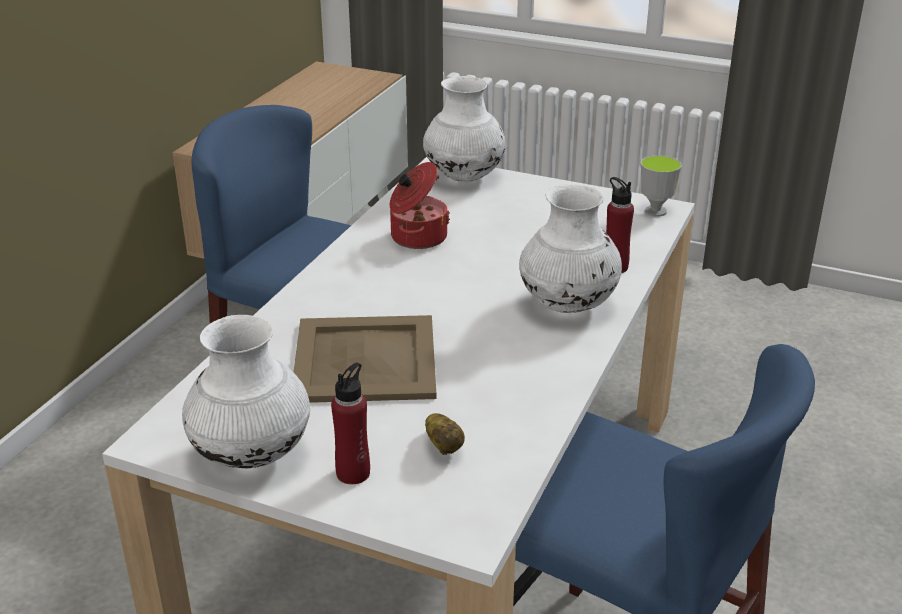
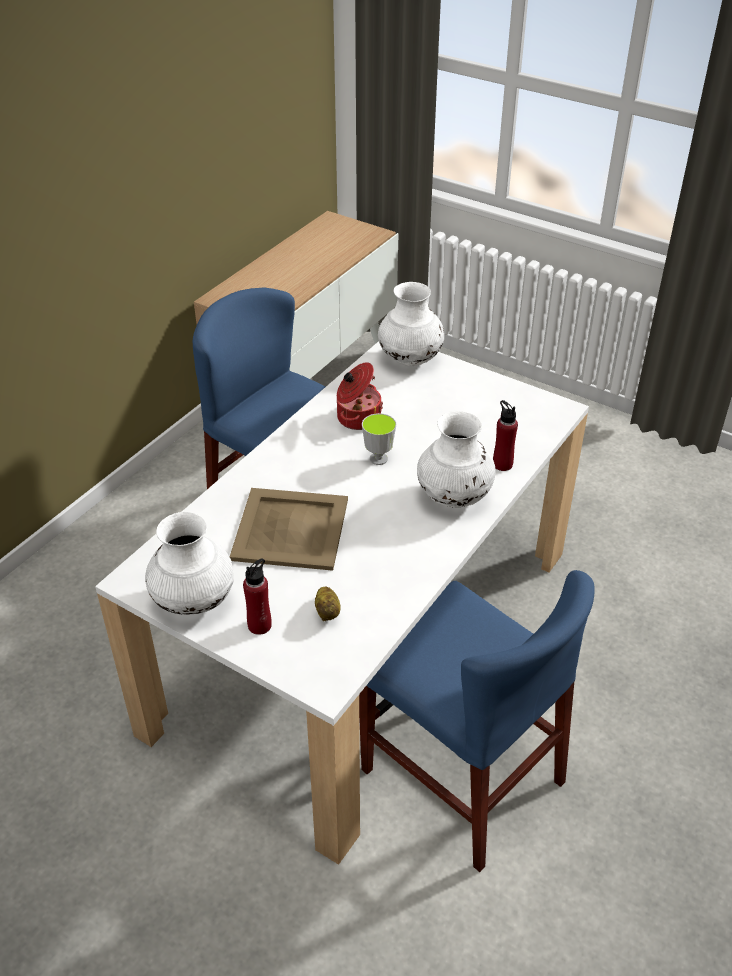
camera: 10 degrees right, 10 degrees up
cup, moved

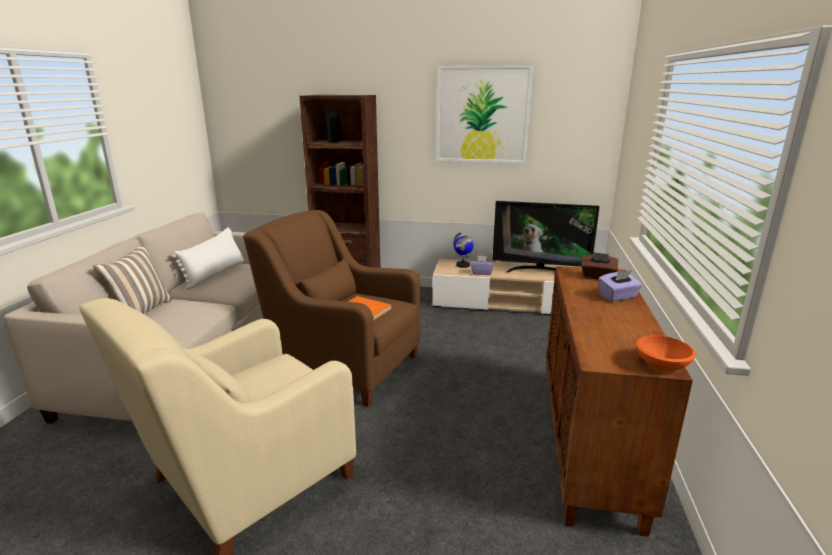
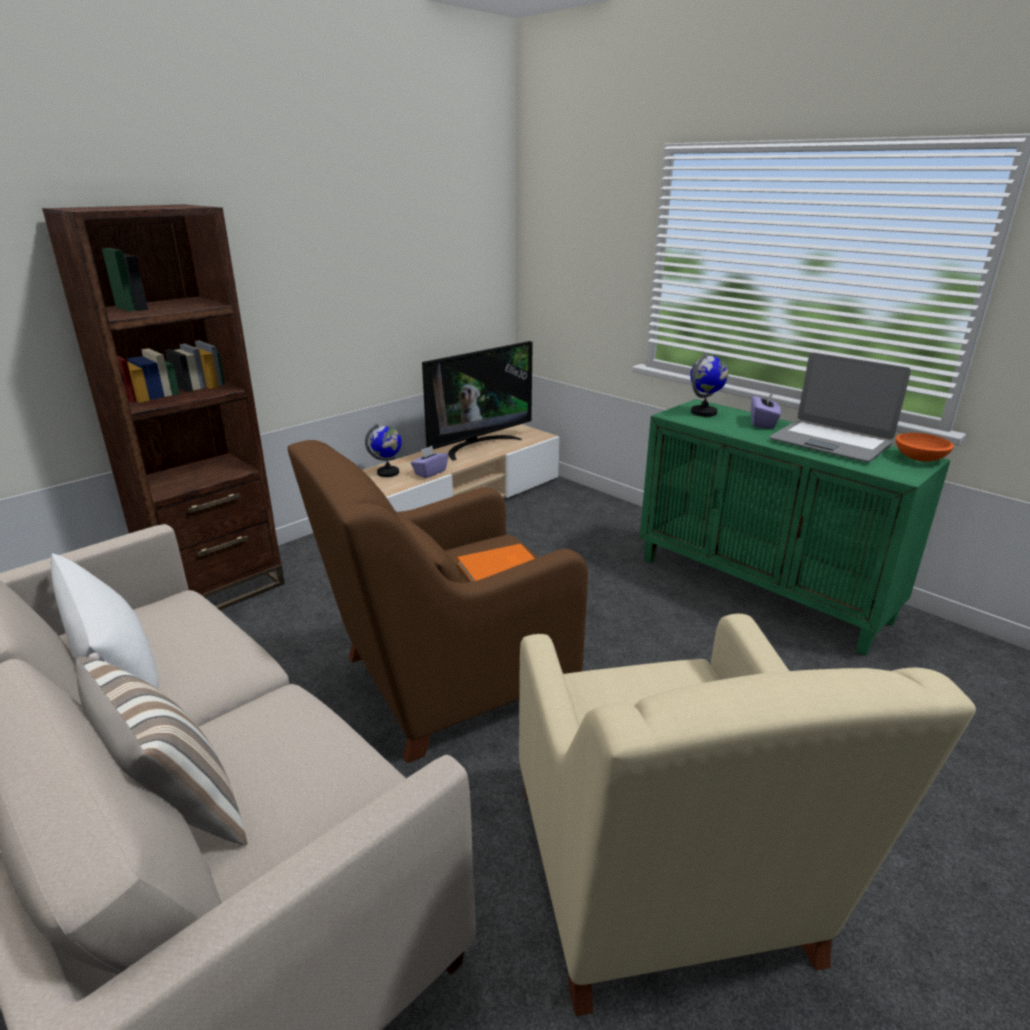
camera: 55 degrees left, 5 degrees up
wall picture -> none
tissue holder (brown-coloured) -> world globe (2nd from left)
cupboard (brown-coloured) -> cupboard (green-coloured)
none -> laptop

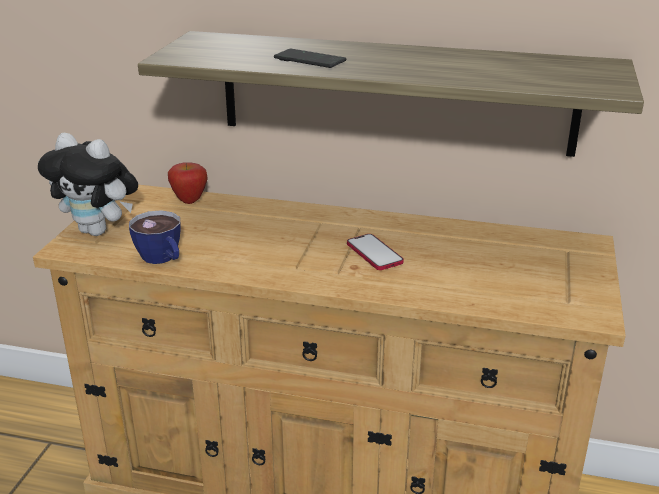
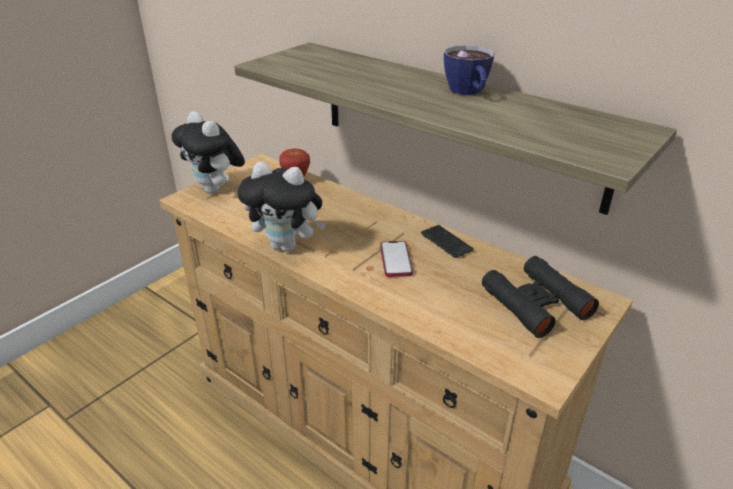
camera: 25 degrees right, 5 degrees up
telephone (1st from left in the first image) -> telephone (2nd from left), moved
cup, moved
none -> plush toy (2nd from left)
none -> field glasses (black)

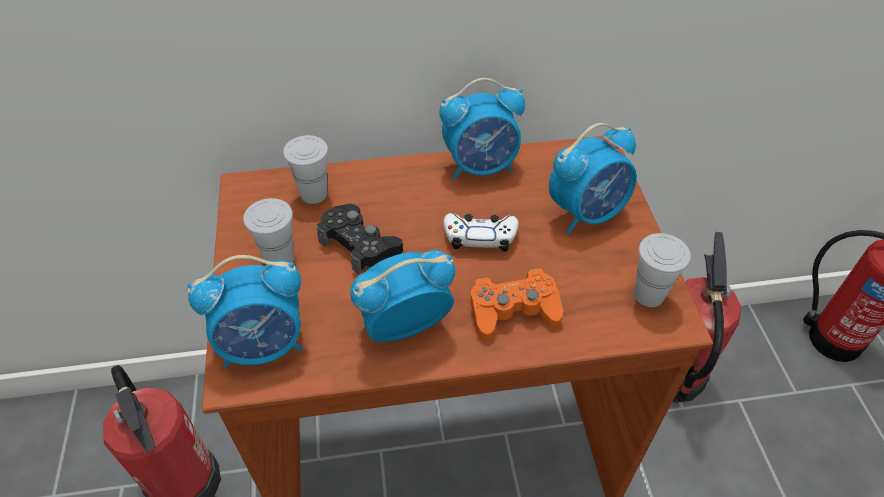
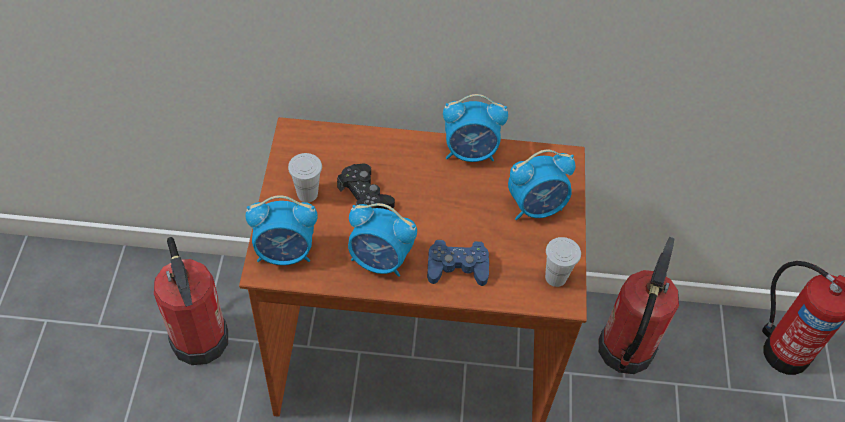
camera: 10 degrees right, 5 degrees up
cup (white-coloured) (2nd from left) -> none
gamepad (white-coloured) -> none
table clock (2nd from left), 150 degrees counterclockwise
gamepad (orange) -> gamepad (bluish)

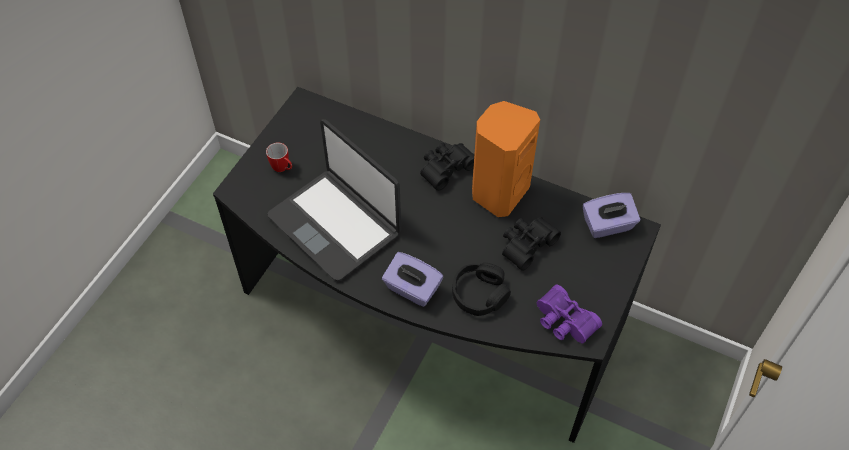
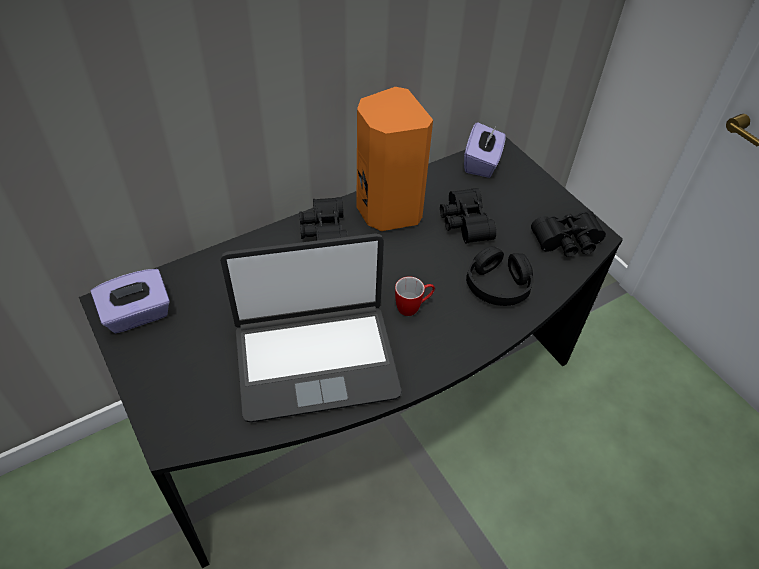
camera: 60 degrees left, 5 degrees down
mug, moved
tissue holder (purple) (1st from left), moved
field glasses (purple) -> field glasses (black) (3rd from left)

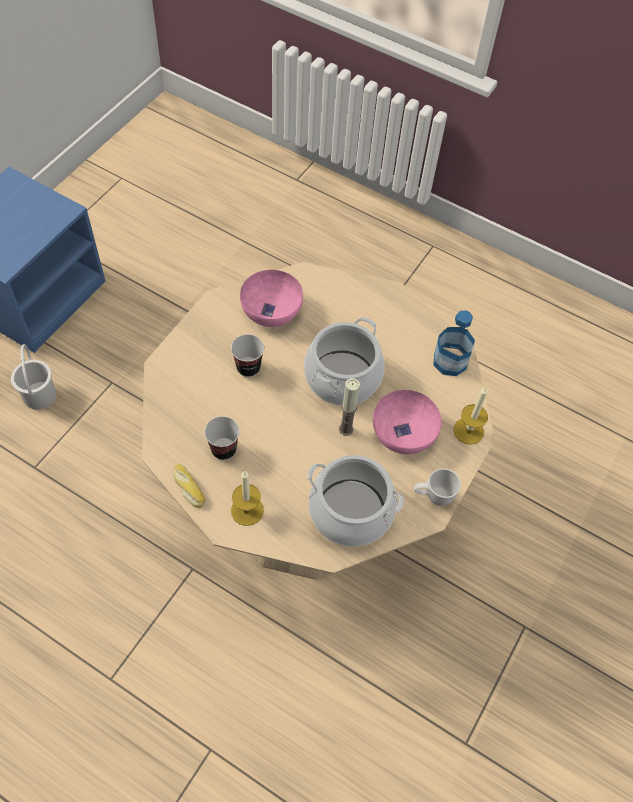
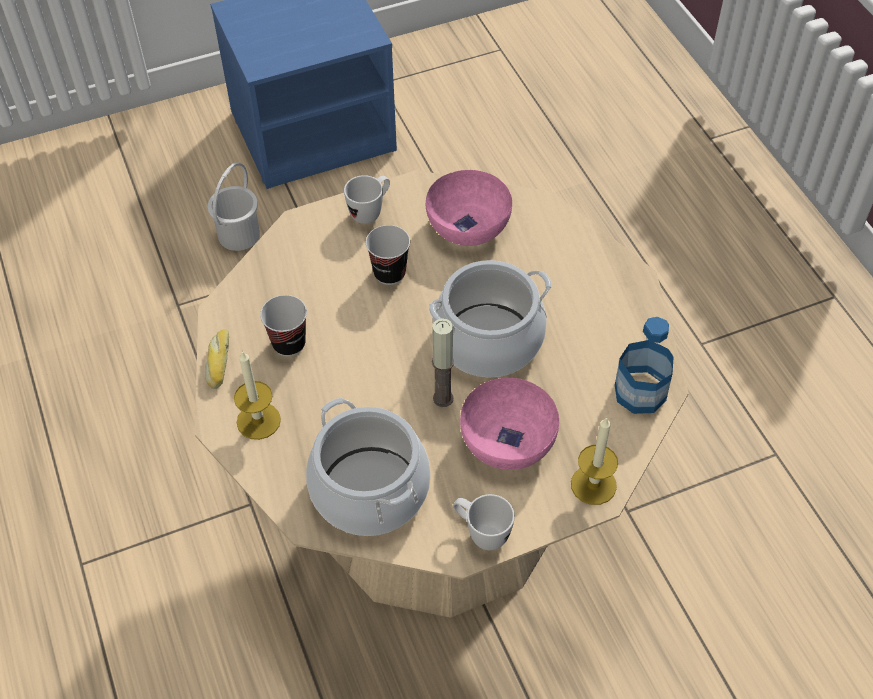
camera: 40 degrees right, 5 degrees down
none -> mug (white-coloured) (1st from left)

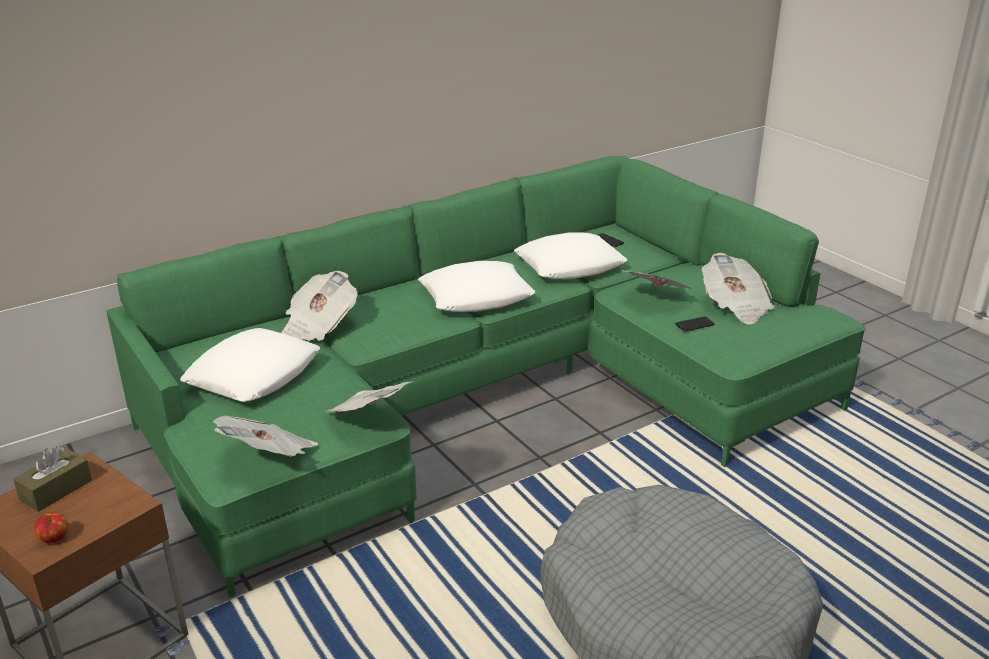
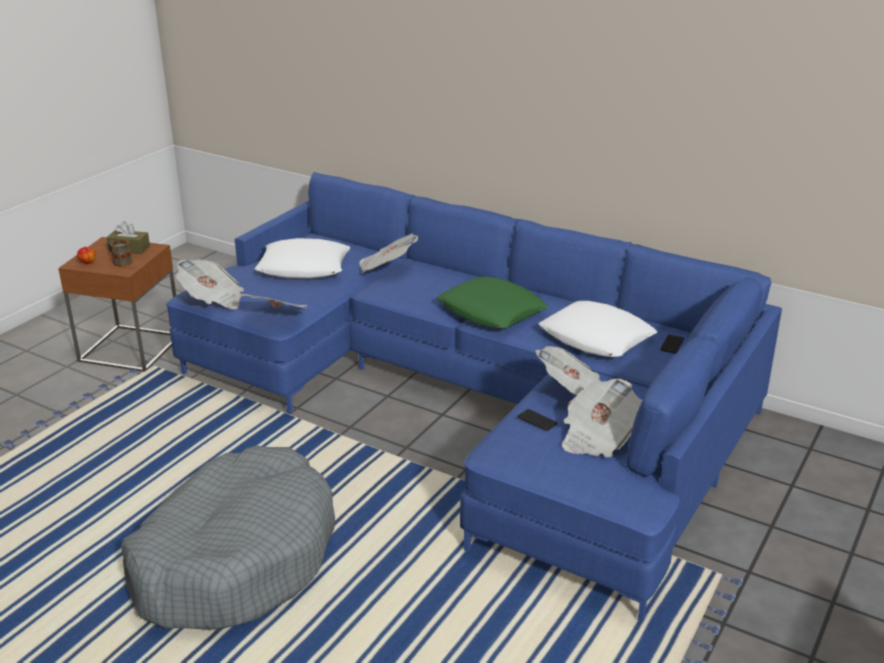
camera: 65 degrees right, 0 degrees up
couch (green-coloured) -> couch (bluish)
throw pillow (white-coloured) (2nd from left) -> throw pillow (green-coloured)
none -> mug

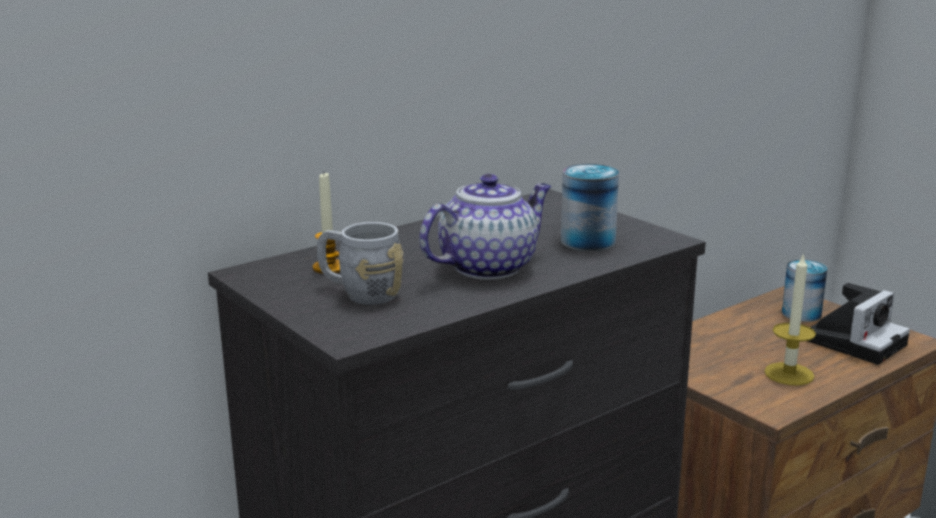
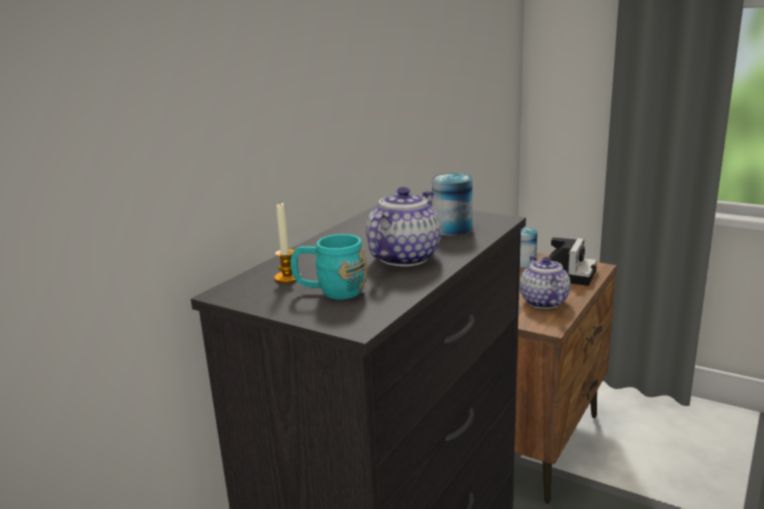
camera: 20 degrees left, 0 degrees up
mug (greyish) -> mug (blue-green)
wax light (2nd from left) -> pot for tea (2nd from left)

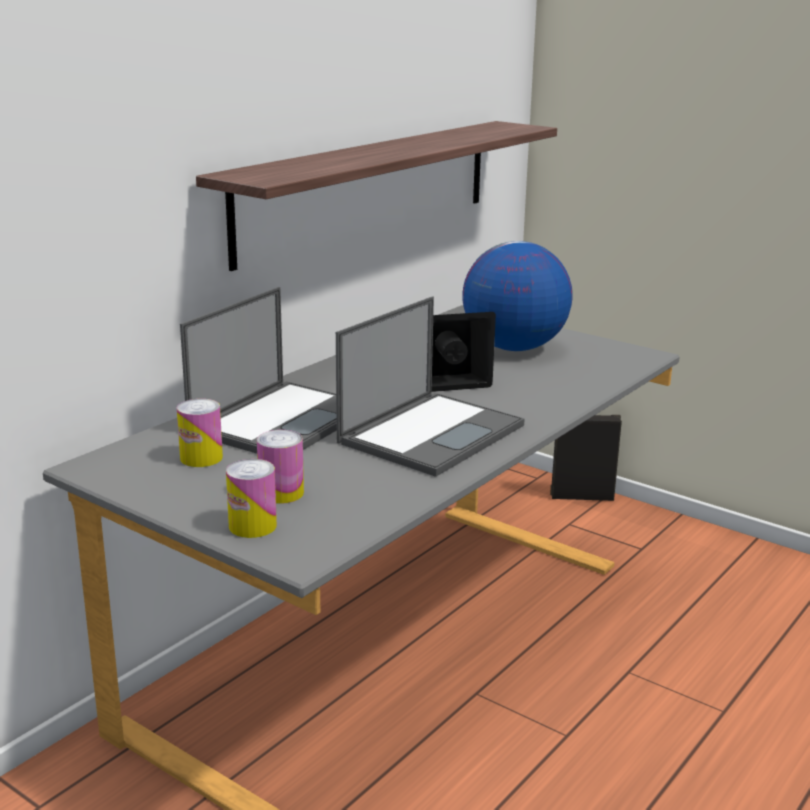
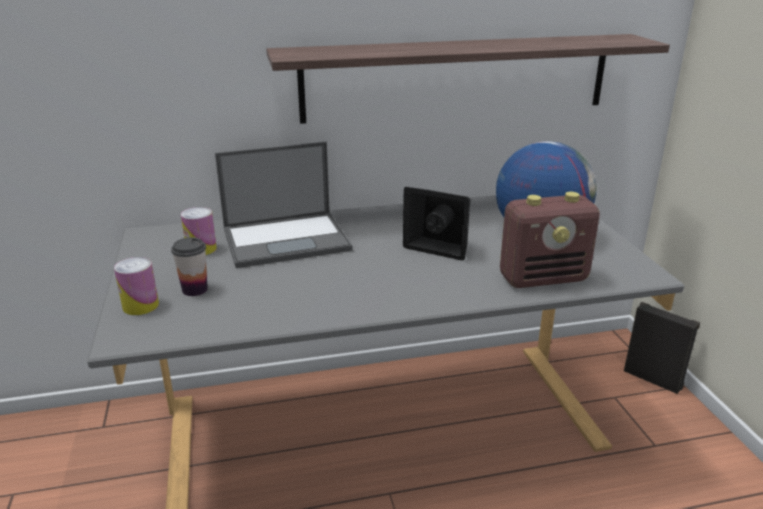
camera: 40 degrees right, 5 degrees up
laptop (2nd from left) -> none
sealed can (3rd from left) -> cup
none -> radio receiver

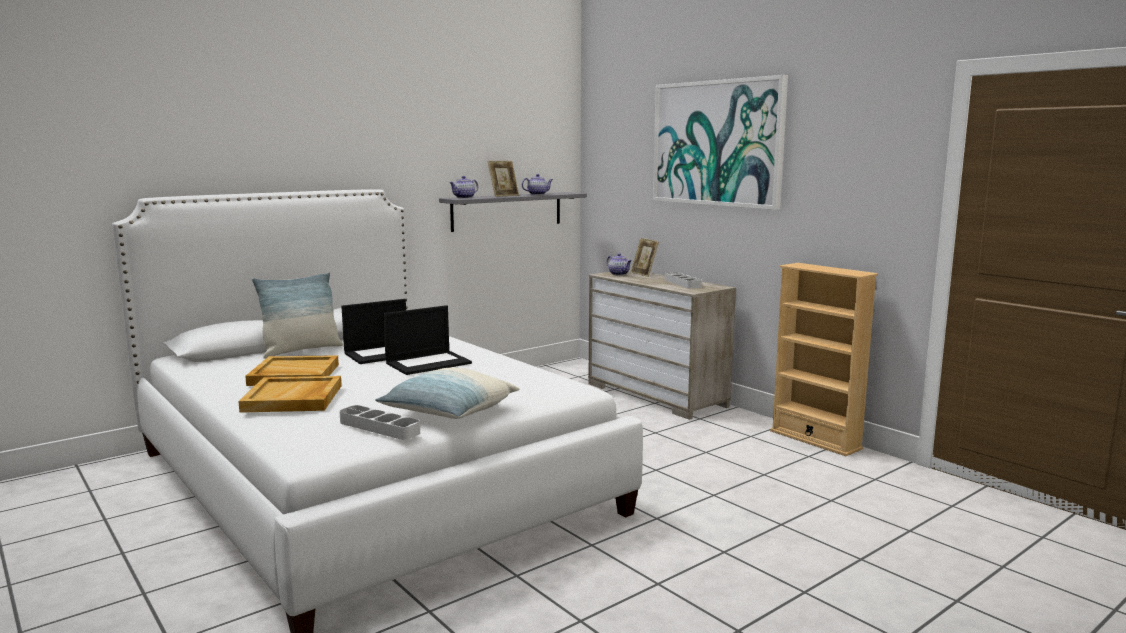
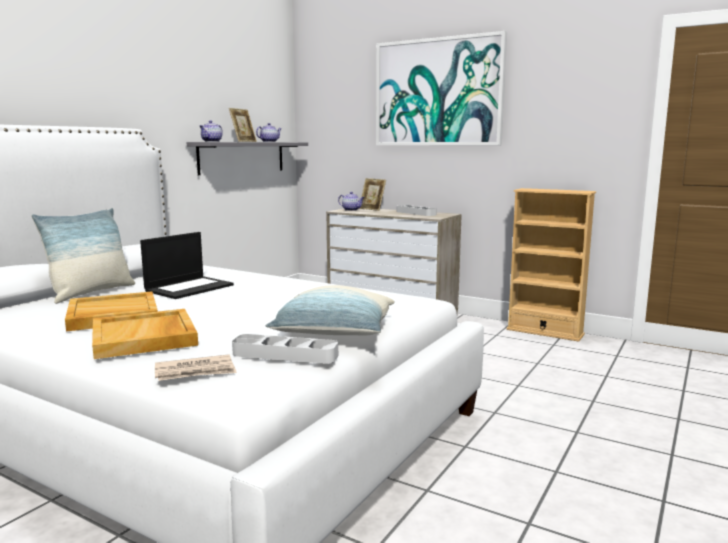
camera: 20 degrees left, 0 degrees up
laptop (2nd from left) -> none
none -> daily paper

